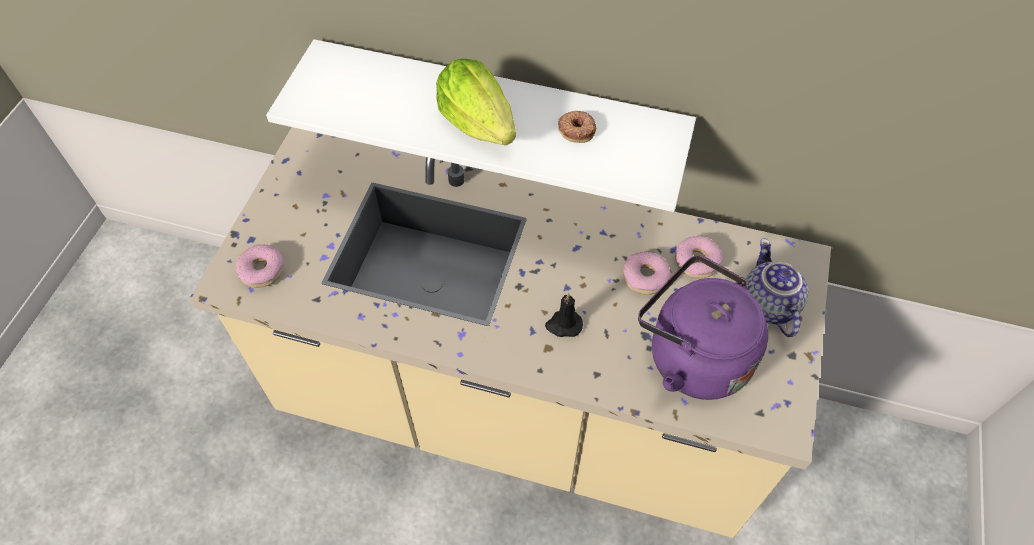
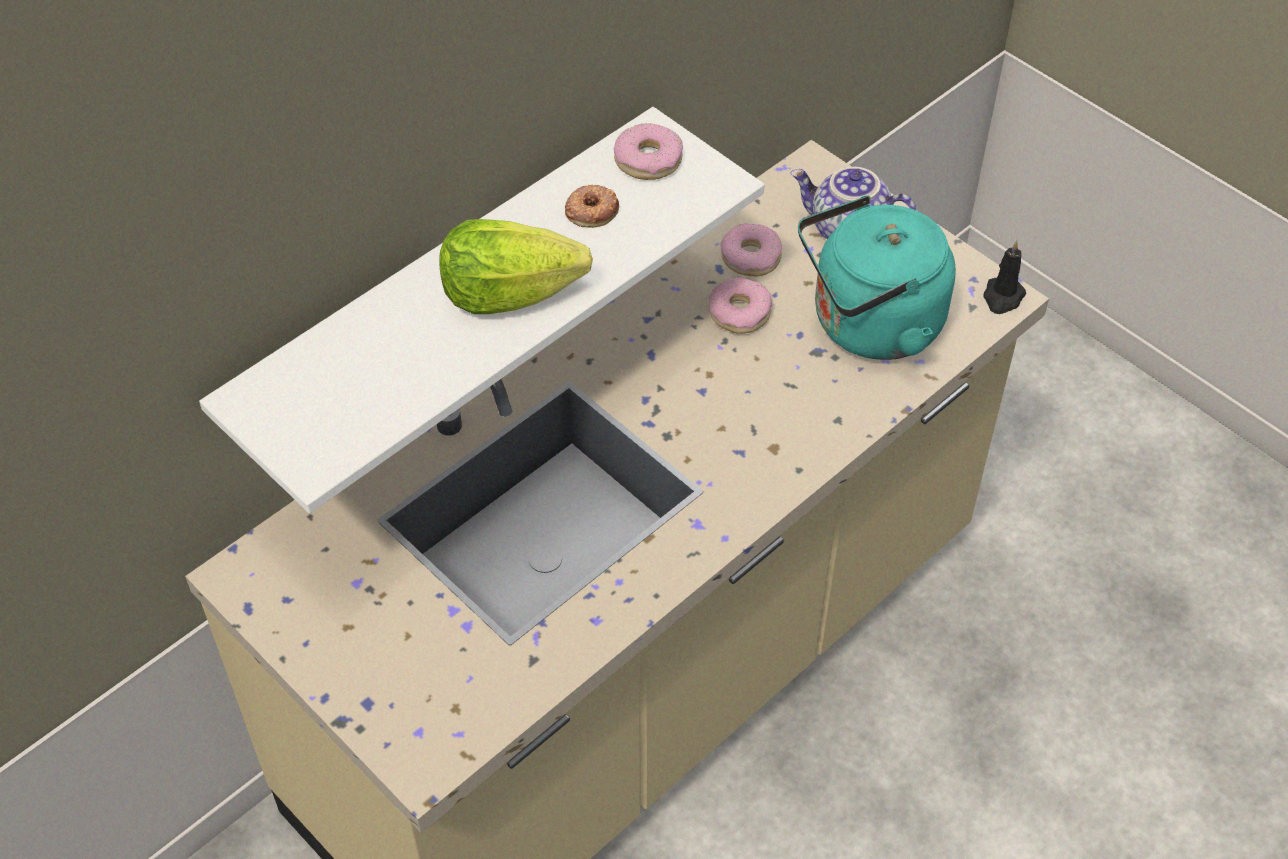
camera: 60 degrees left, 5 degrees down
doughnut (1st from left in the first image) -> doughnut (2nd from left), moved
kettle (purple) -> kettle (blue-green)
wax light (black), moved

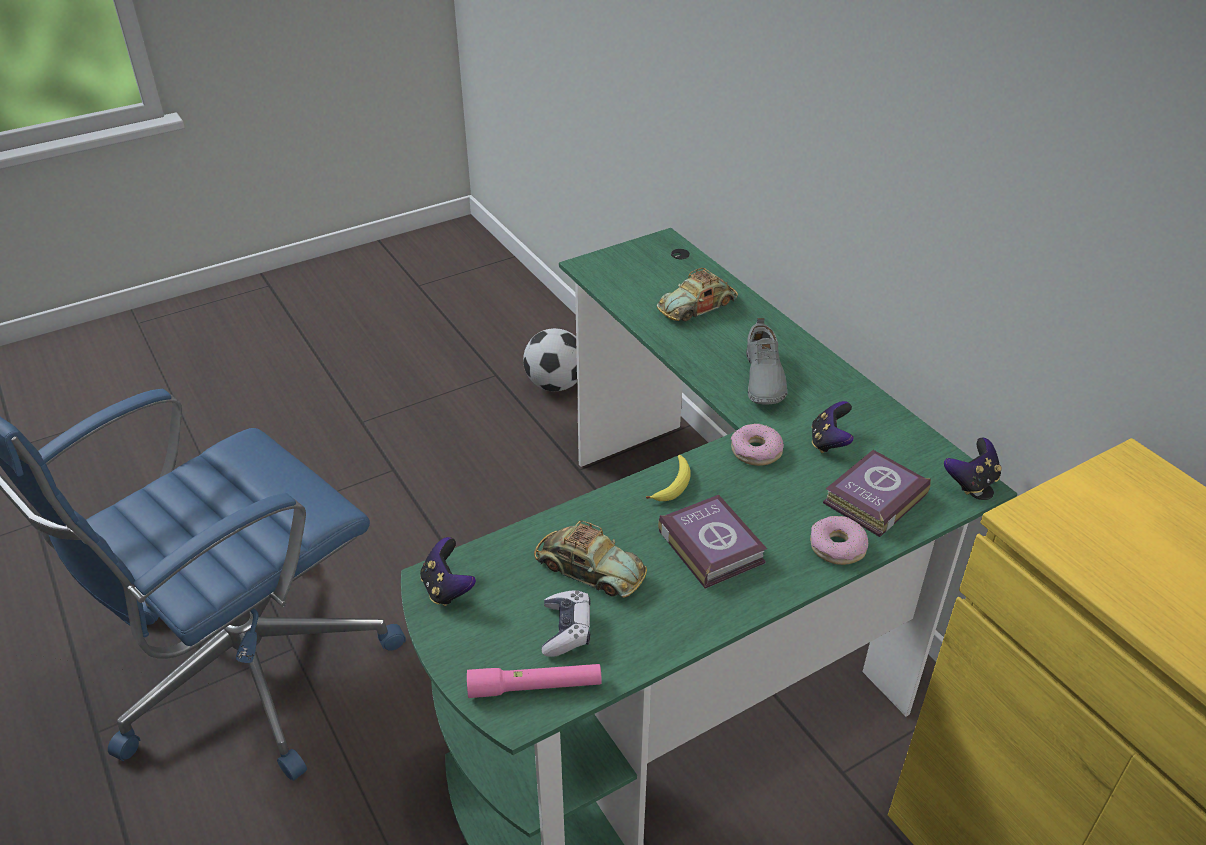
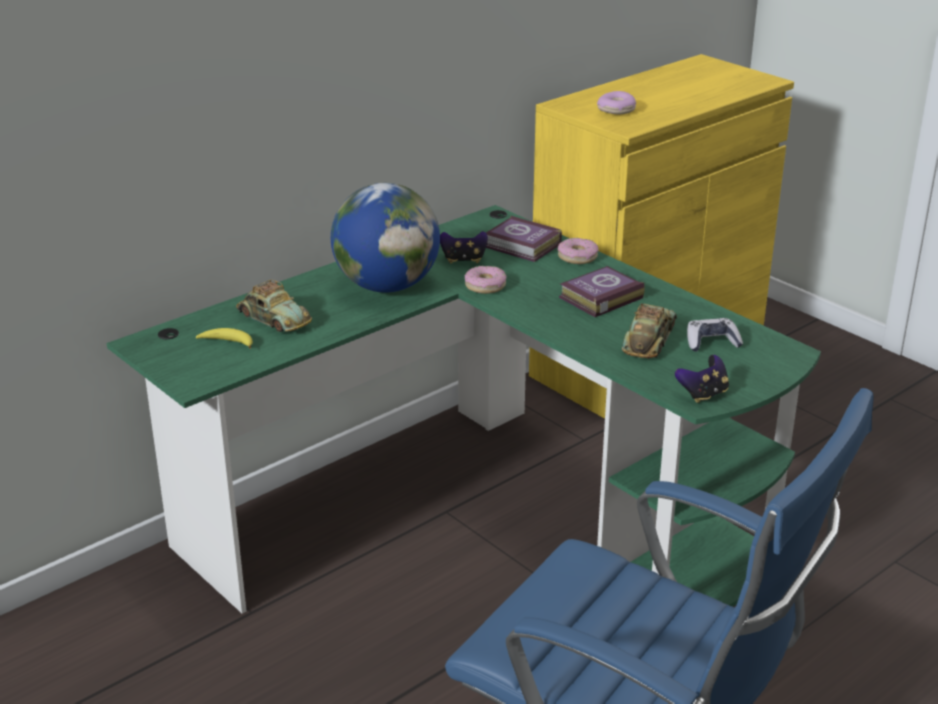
camera: 100 degrees left, 10 degrees down
shoe (greyish) -> world globe
football ball -> none
gamepad (4th from left) -> none
whole banana, moved
hand torch (pink-coloured) -> none
none -> doughnut (3rd from left)

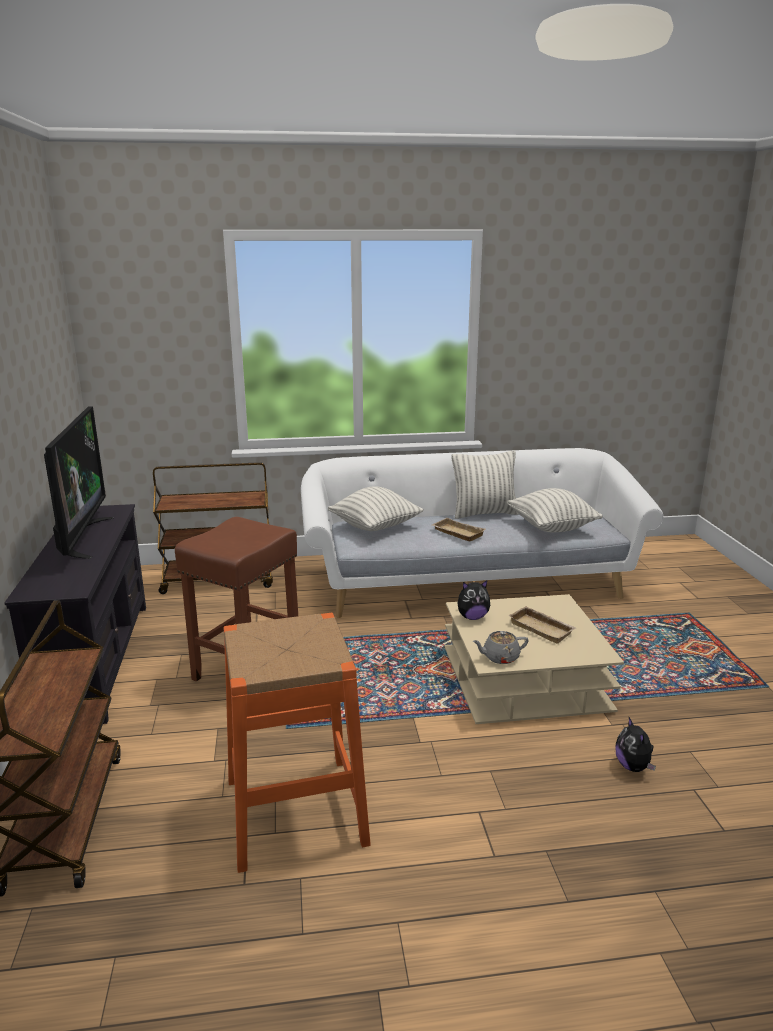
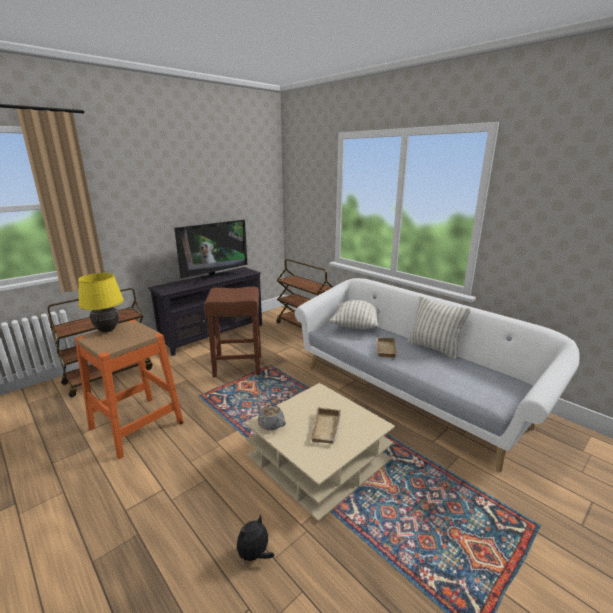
camera: 55 degrees right, 0 degrees up
throw pillow (3rd from left) -> none
plush toy (1st from left) -> none
none -> lamp for a table (yellow)

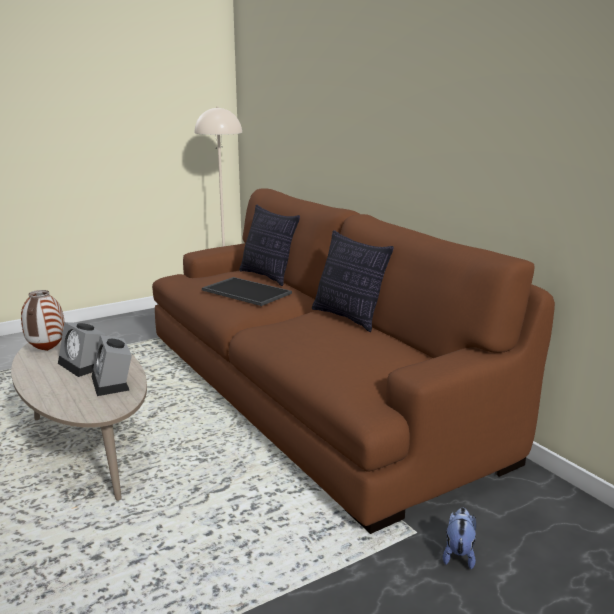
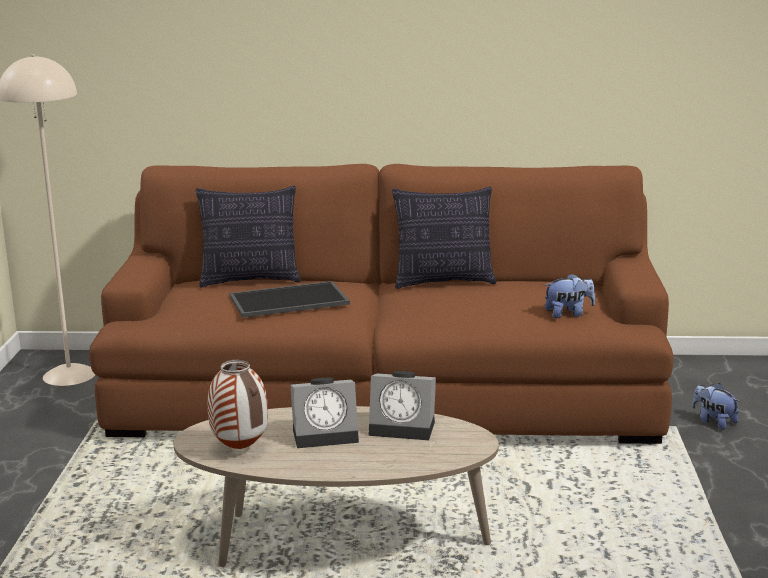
camera: 55 degrees left, 0 degrees up
none -> plush toy (1st from left)

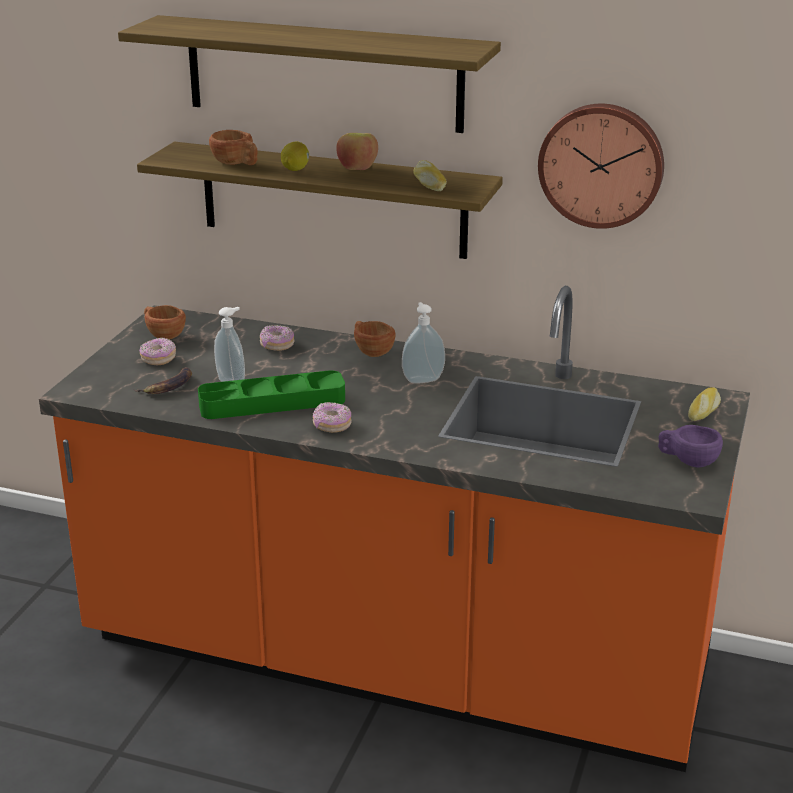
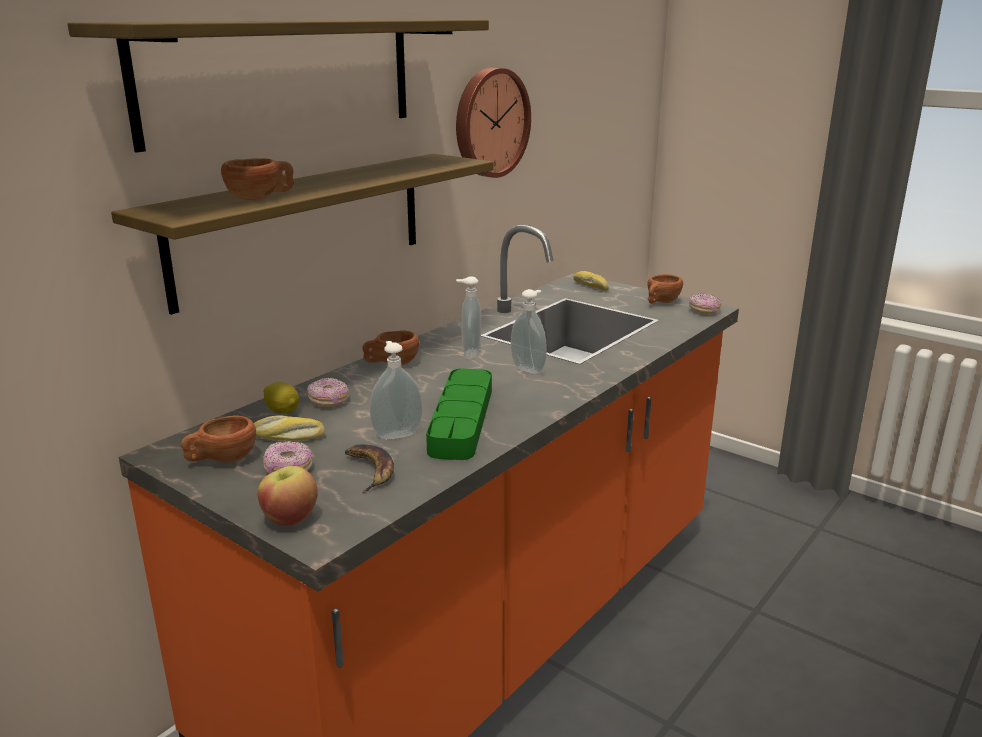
camera: 70 degrees left, 5 degrees down
apple, moved
whole lemon, moved
bread (1st from left), moved
doughnut (3rd from left), moved
cup (purple) -> cup (brown-coloured) (4th from left)
none -> soap dispenser (3rd from left)

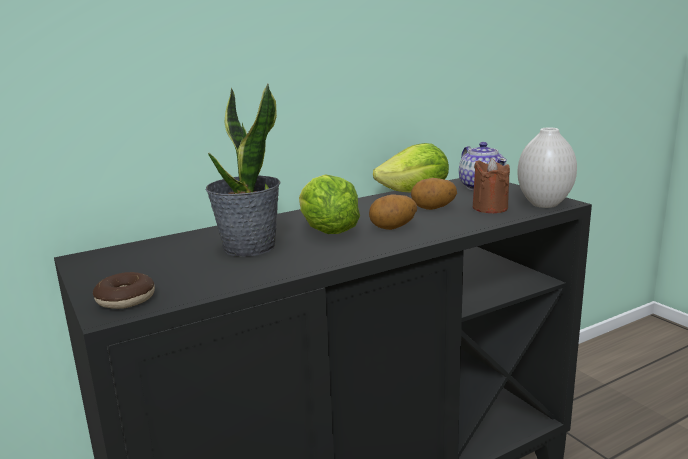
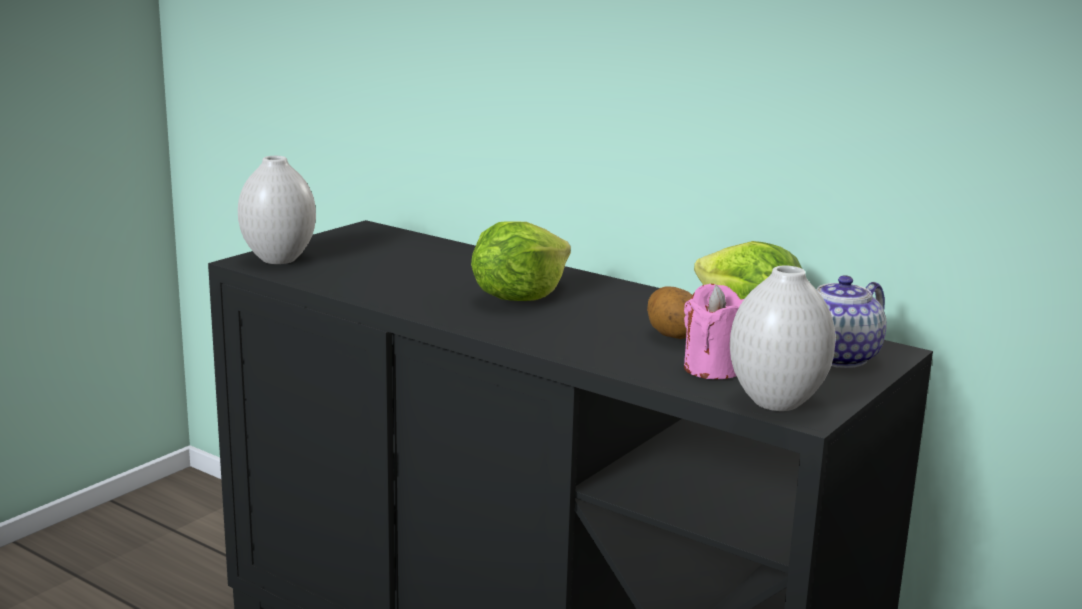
camera: 65 degrees right, 0 degrees up
plant in a pot -> none
wax light (brown-coloured) -> wax light (pink-coloured)
spud (1st from left) -> none
doughnut -> decorative vase (white-coloured) (1st from left)

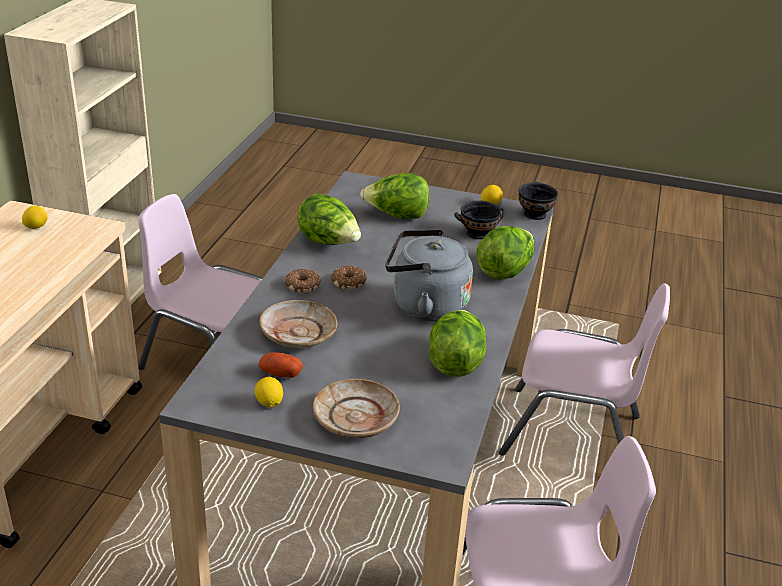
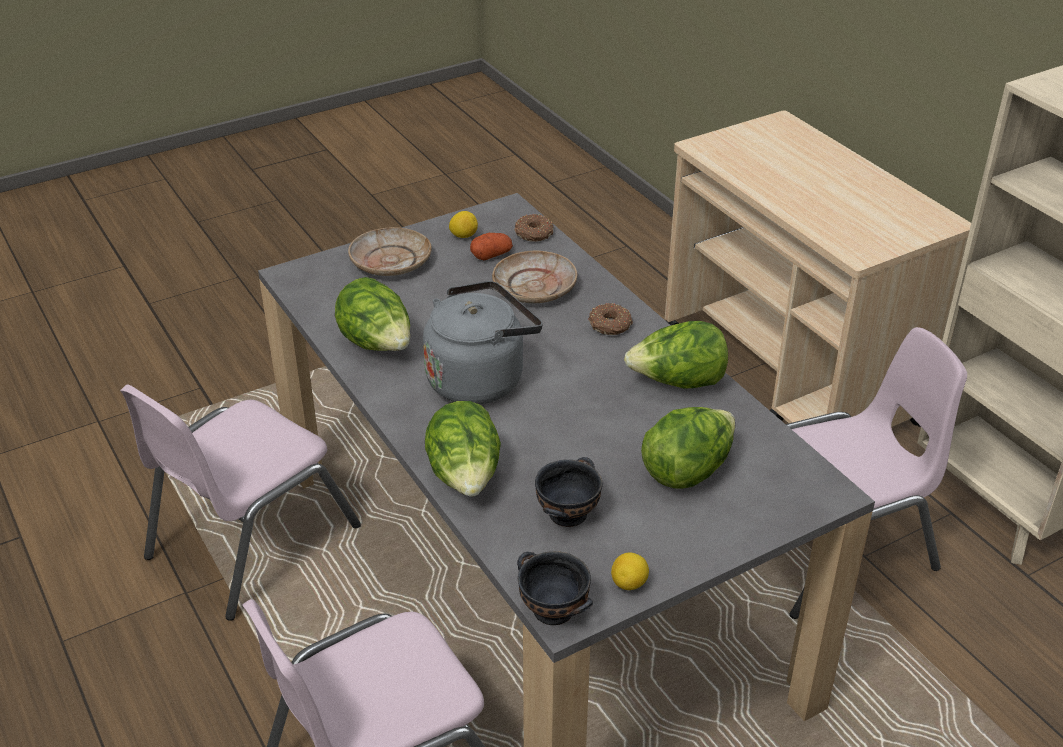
camera: 135 degrees right, 5 degrees up
whole lemon (1st from left) -> none
doughnut (2nd from left in the first image) -> doughnut (1st from left), moved

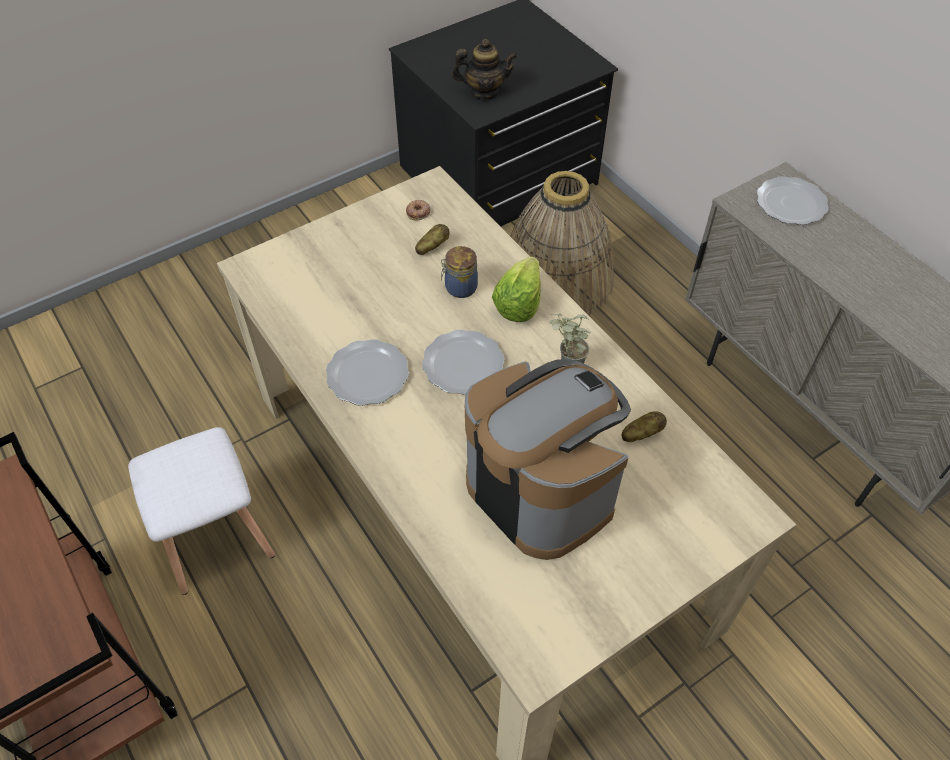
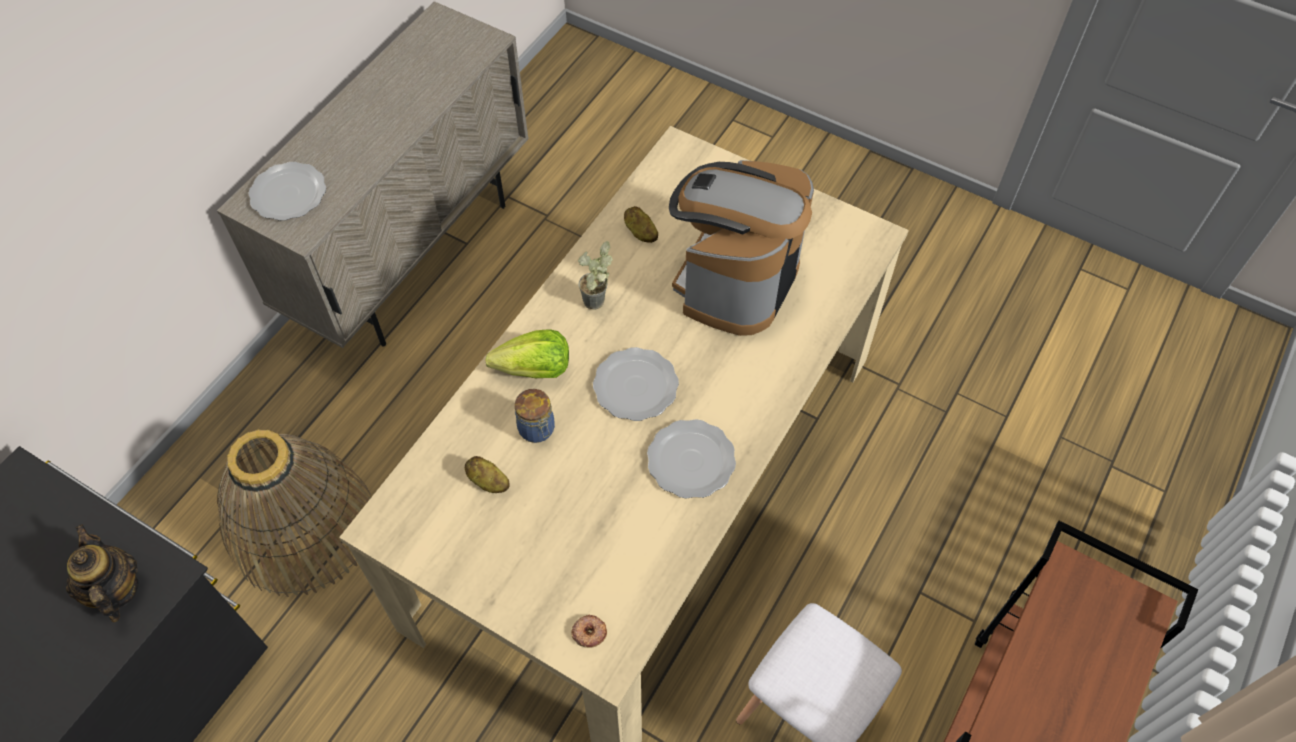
camera: 115 degrees left, 5 degrees up
doughnut, moved

